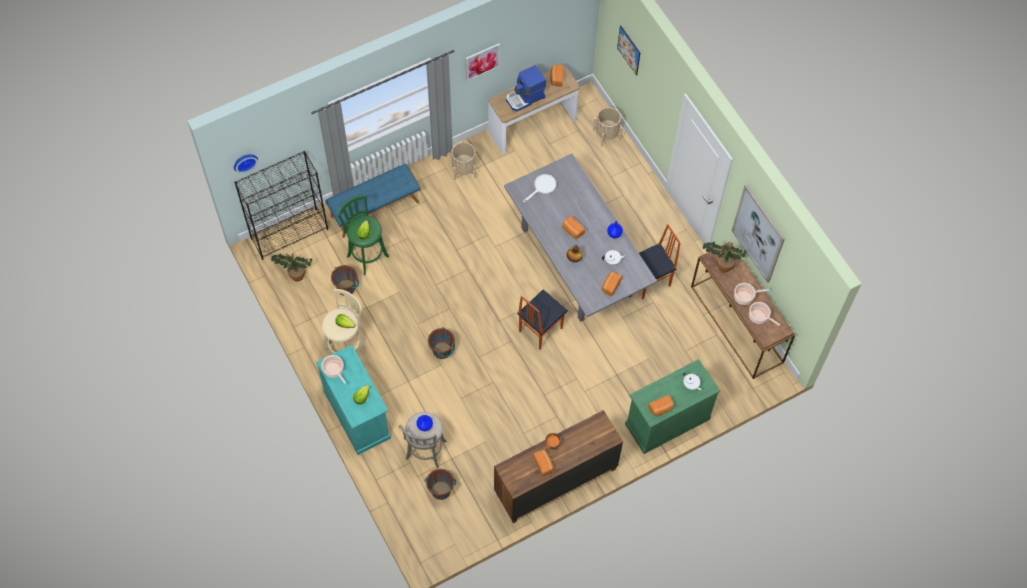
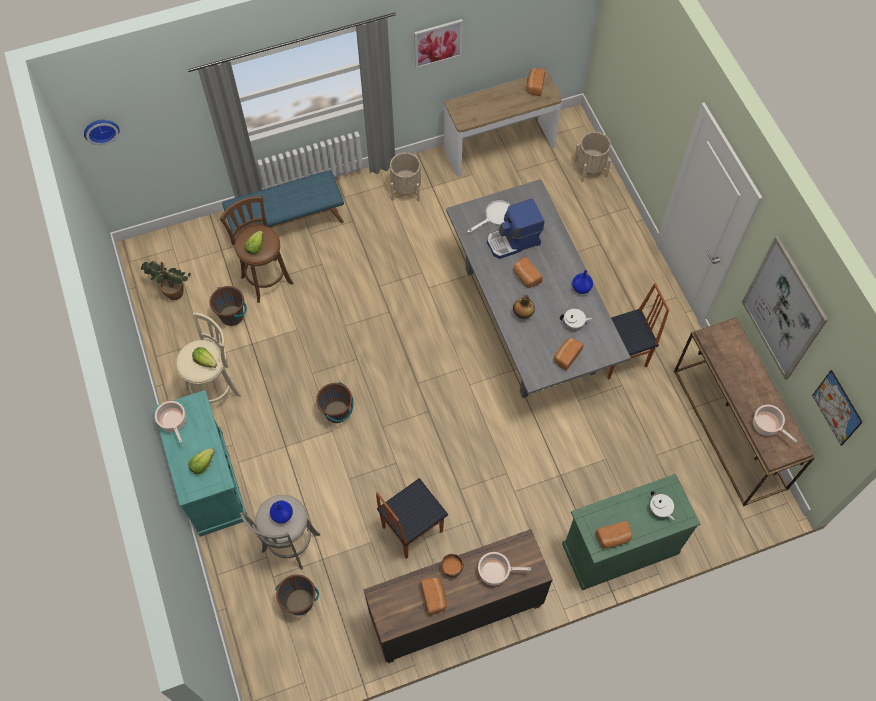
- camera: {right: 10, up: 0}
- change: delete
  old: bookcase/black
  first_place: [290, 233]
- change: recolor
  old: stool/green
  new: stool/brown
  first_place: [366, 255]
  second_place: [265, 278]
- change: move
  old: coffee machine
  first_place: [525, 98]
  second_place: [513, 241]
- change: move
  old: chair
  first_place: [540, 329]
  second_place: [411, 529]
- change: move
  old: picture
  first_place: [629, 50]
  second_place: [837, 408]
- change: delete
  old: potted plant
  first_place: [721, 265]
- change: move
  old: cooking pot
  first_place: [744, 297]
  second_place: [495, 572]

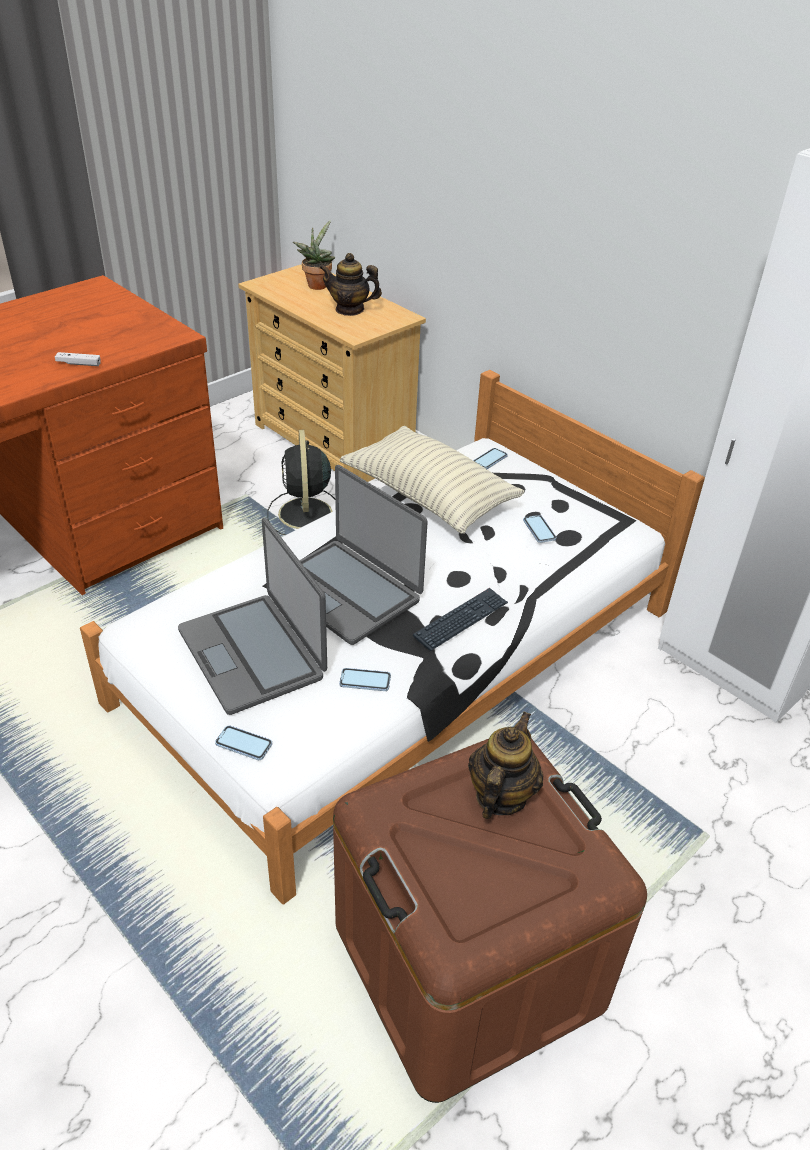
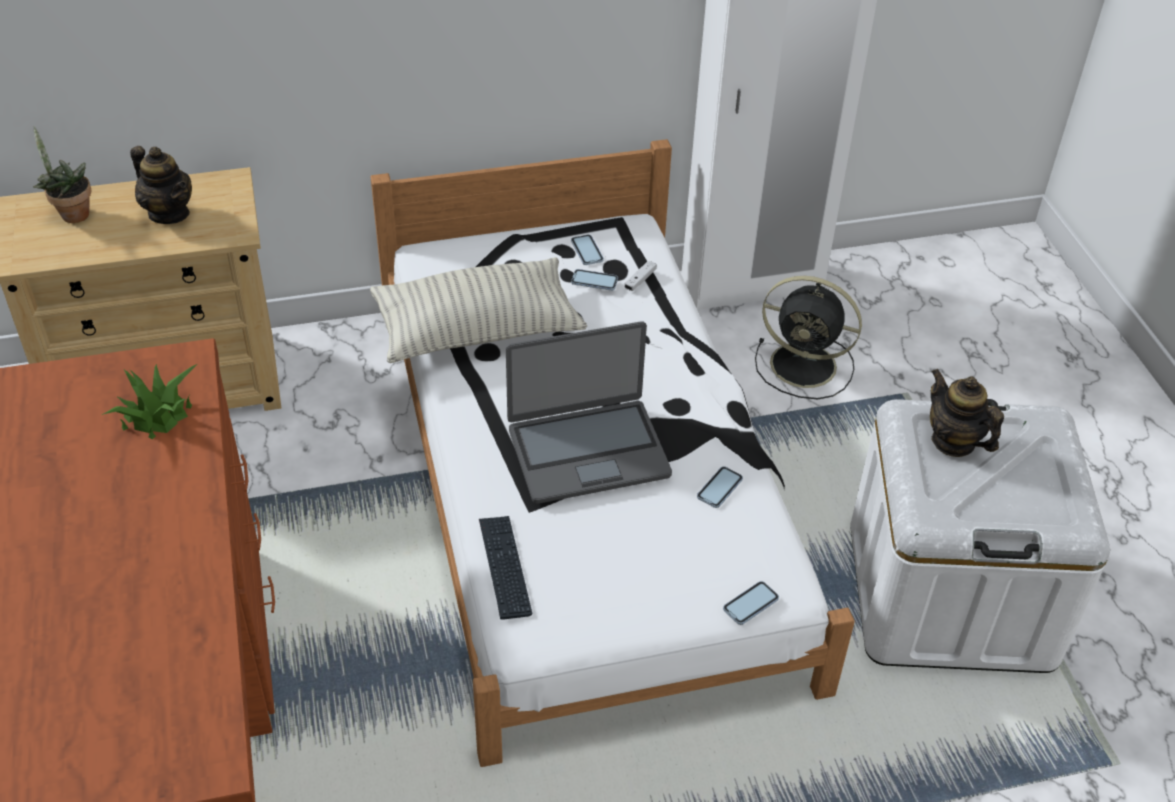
- camera: {right: -60, up: 5}
- change: move
  old: game controller/white
  first_place: [78, 364]
  second_place: [640, 280]
- change: delete
  old: laptop
  first_place: [253, 653]
- change: move
  old: fan/black
  first_place: [305, 515]
  second_place: [806, 366]
- change: rotate
  old: teapot
  first_place: [350, 309]
  second_place: [169, 213]
  degrees: -90
- change: recolor
  old: storage box/brown
  new: storage box/white
  first_place: [468, 963]
  second_place: [950, 594]
- change: move
  old: keyboard
  first_place: [461, 620]
  second_place: [504, 567]
- change: move
  old: phone
  first_place: [490, 460]
  second_place: [587, 251]
- change: insert
  new: potted plant
  second_place: [156, 414]

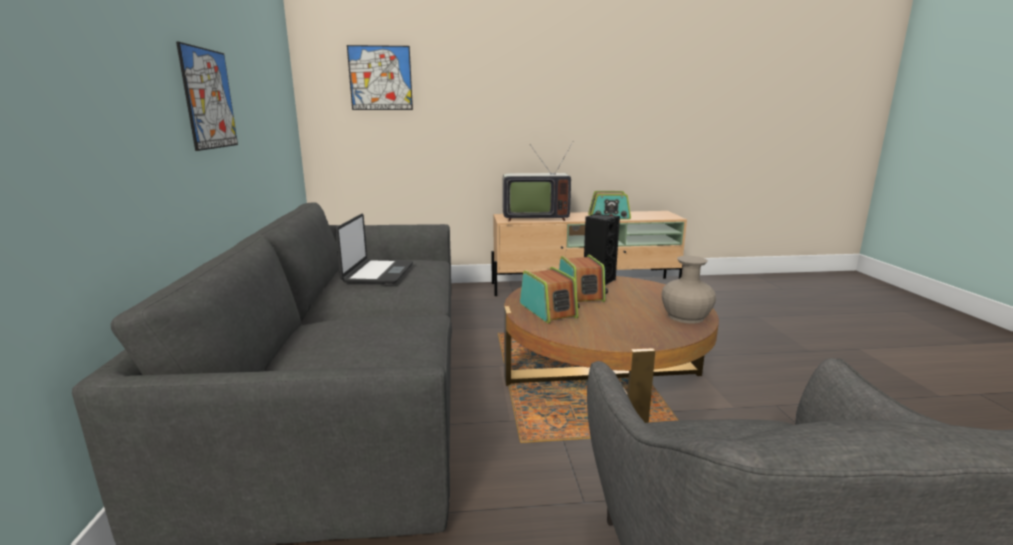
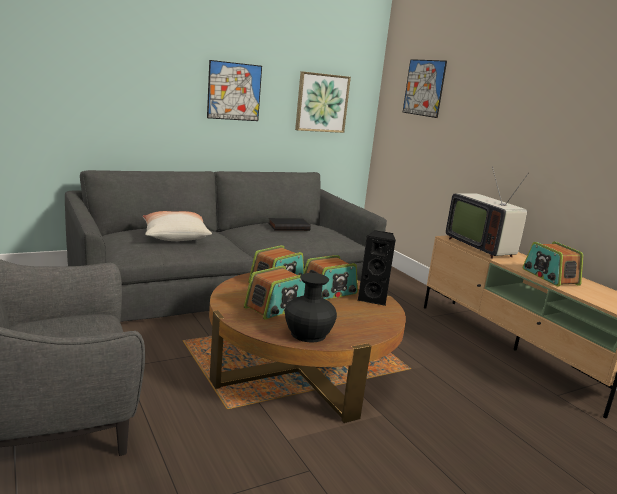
- camera: {right: 65, up: 0}
- change: replace
  old: laptop
  new: book/black
  first_place: [377, 273]
  second_place: [288, 226]
- change: recolor
  old: vase/beige
  new: vase/black
  first_place: [685, 316]
  second_place: [308, 334]
- change: insert
  new: pillow
  second_place: [175, 236]
- change: insert
  new: radio
  second_place: [276, 307]
- change: insert
  new: picture
  second_place: [322, 103]

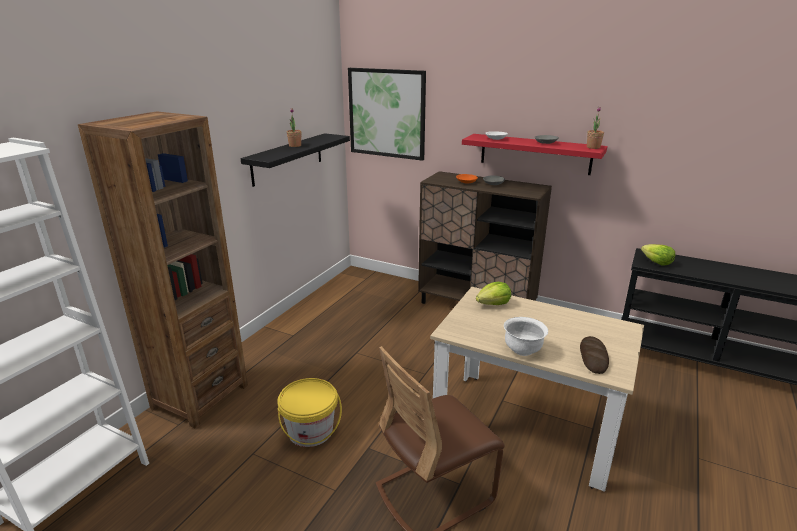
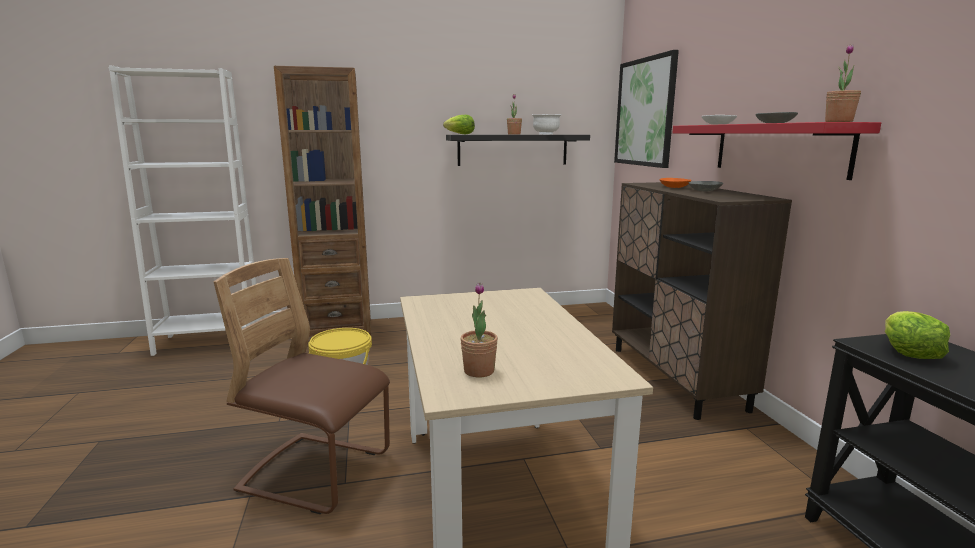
- camera: {right: 50, up: -10}
- change: move
  old: lettuce
  first_place: [493, 304]
  second_place: [460, 134]
- change: move
  old: bowl/white
  first_place: [523, 350]
  second_place: [546, 134]
- change: replace
  old: bread
  new: potted plant
  first_place: [593, 357]
  second_place: [479, 371]

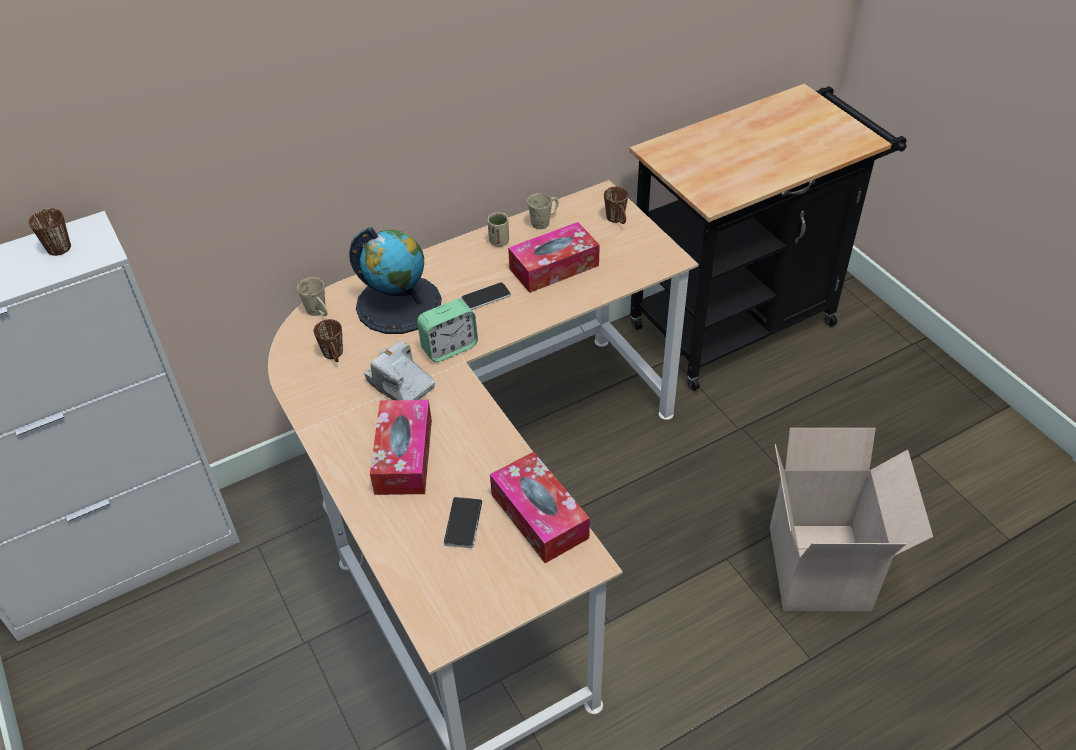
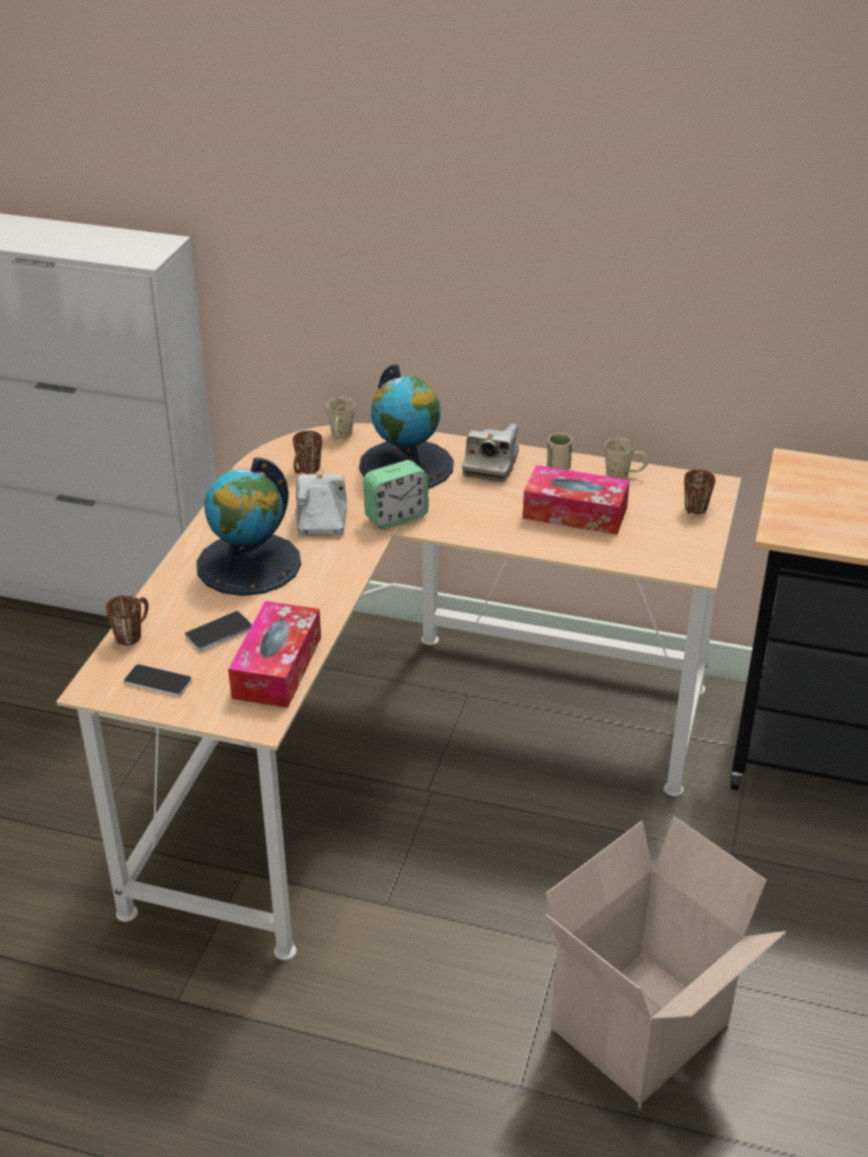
- camera: {right: 45, up: -10}
- change: move
  old: mug/brown
  first_place: [59, 243]
  second_place: [133, 633]
- change: replace
  old: tissue box
  new: globe
  first_place: [403, 456]
  second_place: [249, 564]
- change: rotate
  old: alarm clock
  first_place: [449, 347]
  second_place: [396, 517]
  degrees: -45
- change: move
  old: phone
  first_place: [486, 297]
  second_place: [158, 681]
- change: insert
  new: photo camera
  second_place: [491, 465]

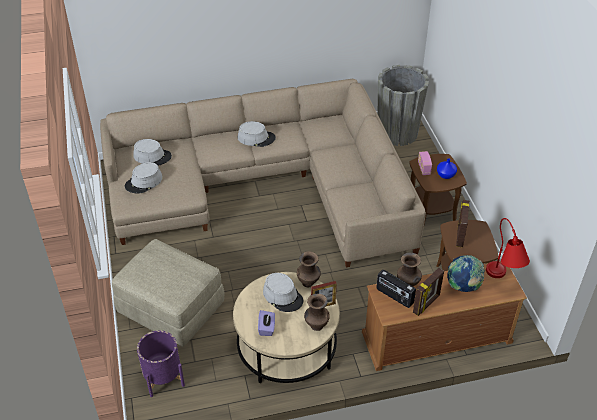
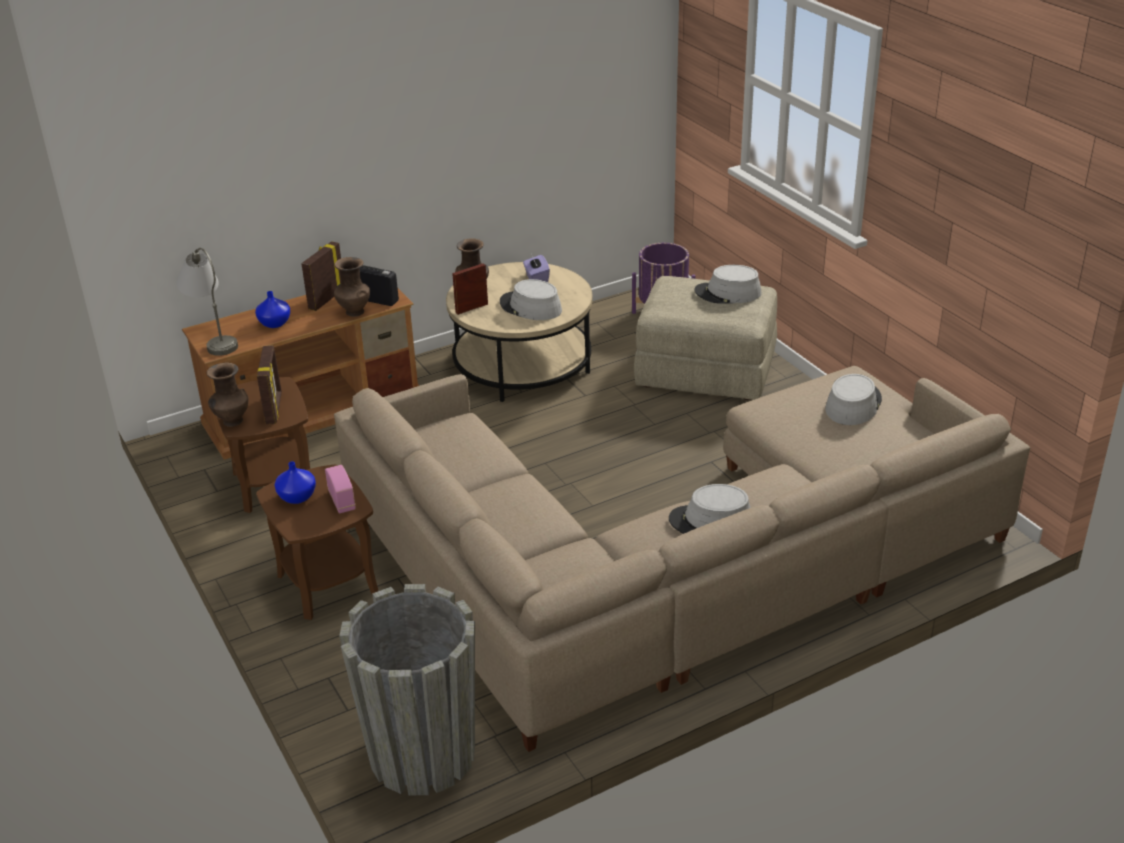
- camera: {right: 165, up: -10}
- change: move
  old: hat/grey
  first_place: [152, 156]
  second_place: [728, 293]
- change: move
  old: vase/brown
  first_place: [308, 282]
  second_place: [232, 421]
- change: replace
  old: globe
  new: vase/blue
  first_place: [463, 286]
  second_place: [274, 323]
- change: recolor
  old: table lamp/red
  new: table lamp/grey
  first_place: [502, 280]
  second_place: [214, 339]

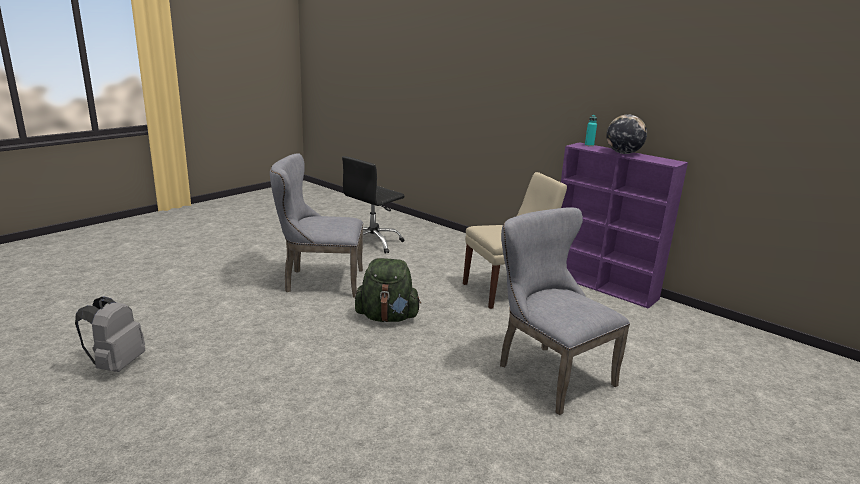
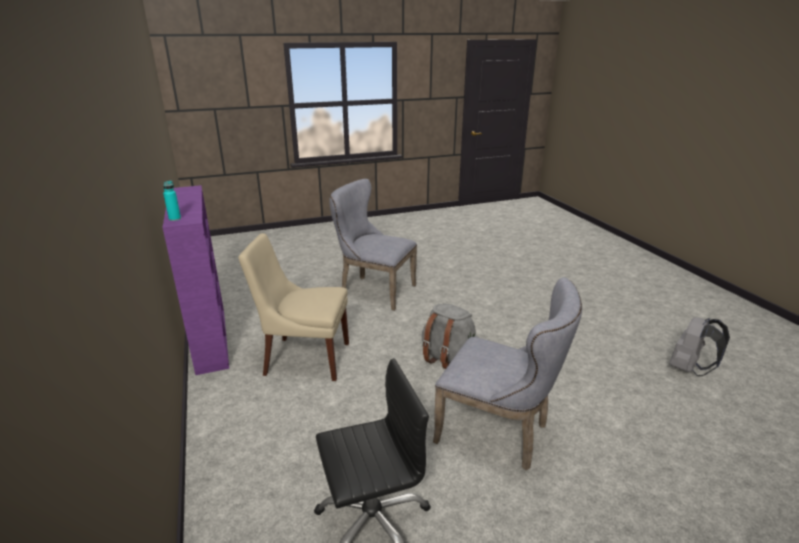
- camera: {right: -150, up: 5}
- change: recolor
  old: backpack/green
  new: backpack/grey
  first_place: [387, 317]
  second_place: [448, 358]
- change: rotate
  old: chair/grey
  first_place: [548, 373]
  second_place: [373, 290]
  degrees: 120
- change: delete
  old: globe
  first_place: [623, 153]

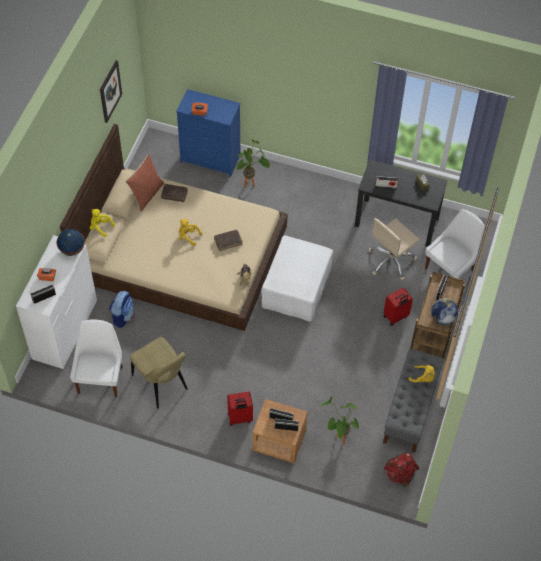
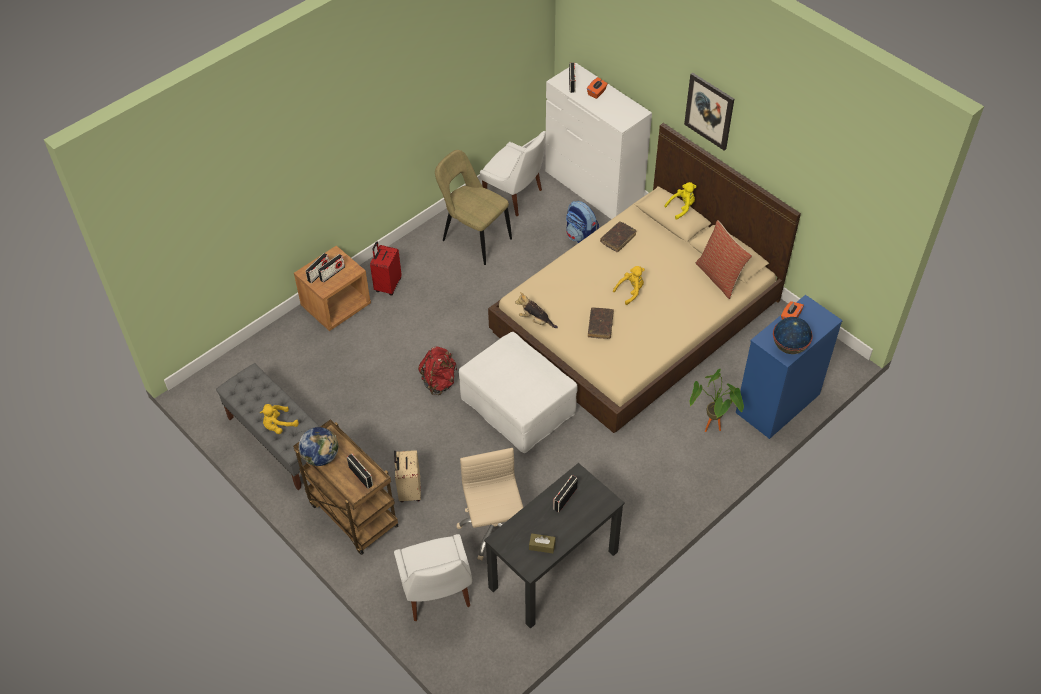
- camera: {right: 120, up: -5}
- change: move
  old: globe
  first_place: [72, 250]
  second_place: [789, 347]
- change: move
  old: picture
  first_place: [110, 91]
  second_place: [709, 111]
- change: rotate
  old: chair/beige
  first_place: [161, 384]
  second_place: [474, 238]
  degrees: 45
- change: move
  old: book/brown
  first_place: [174, 195]
  second_place: [618, 239]
- change: delete
  old: potted plant
  first_place: [339, 439]
- change: recolor
  old: suitcase/red
  new: suitcase/beige
  first_place: [396, 317]
  second_place: [409, 490]
- change: move
  old: backpack/red
  first_place: [400, 474]
  second_place: [439, 381]

